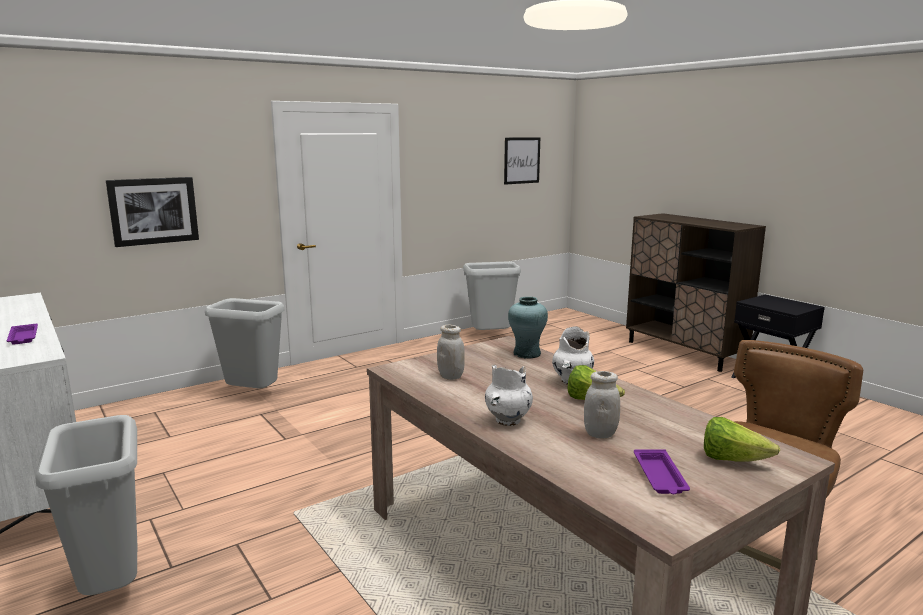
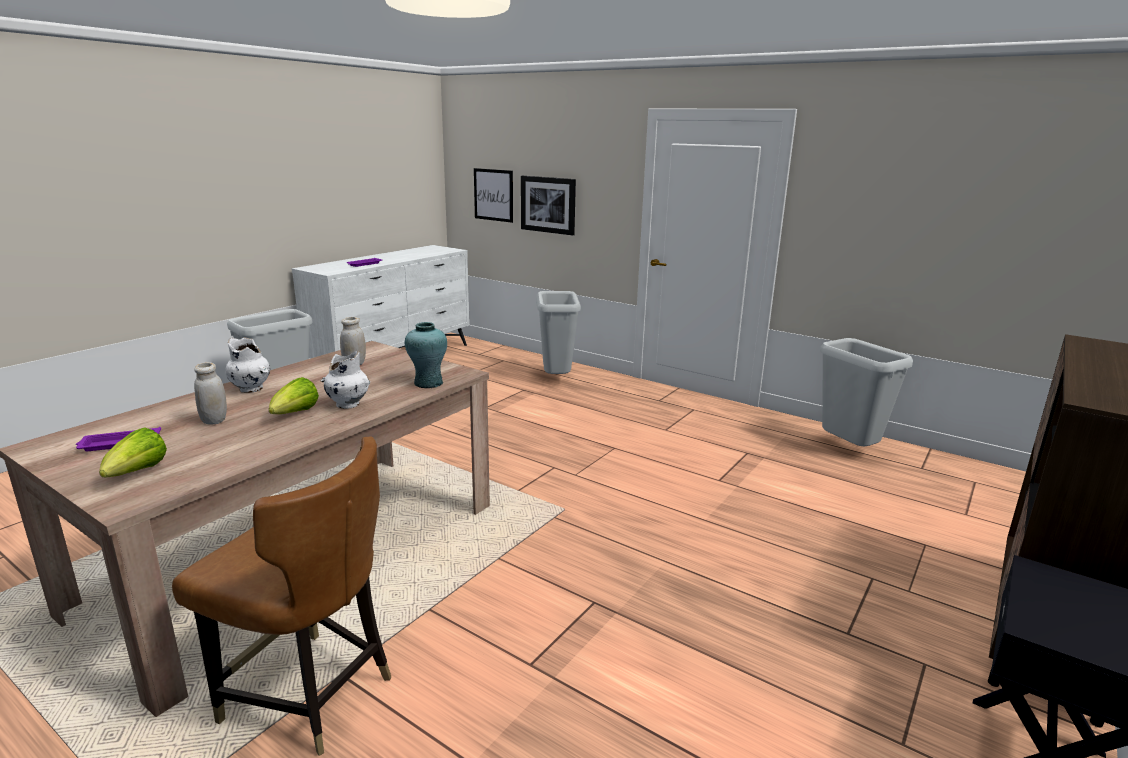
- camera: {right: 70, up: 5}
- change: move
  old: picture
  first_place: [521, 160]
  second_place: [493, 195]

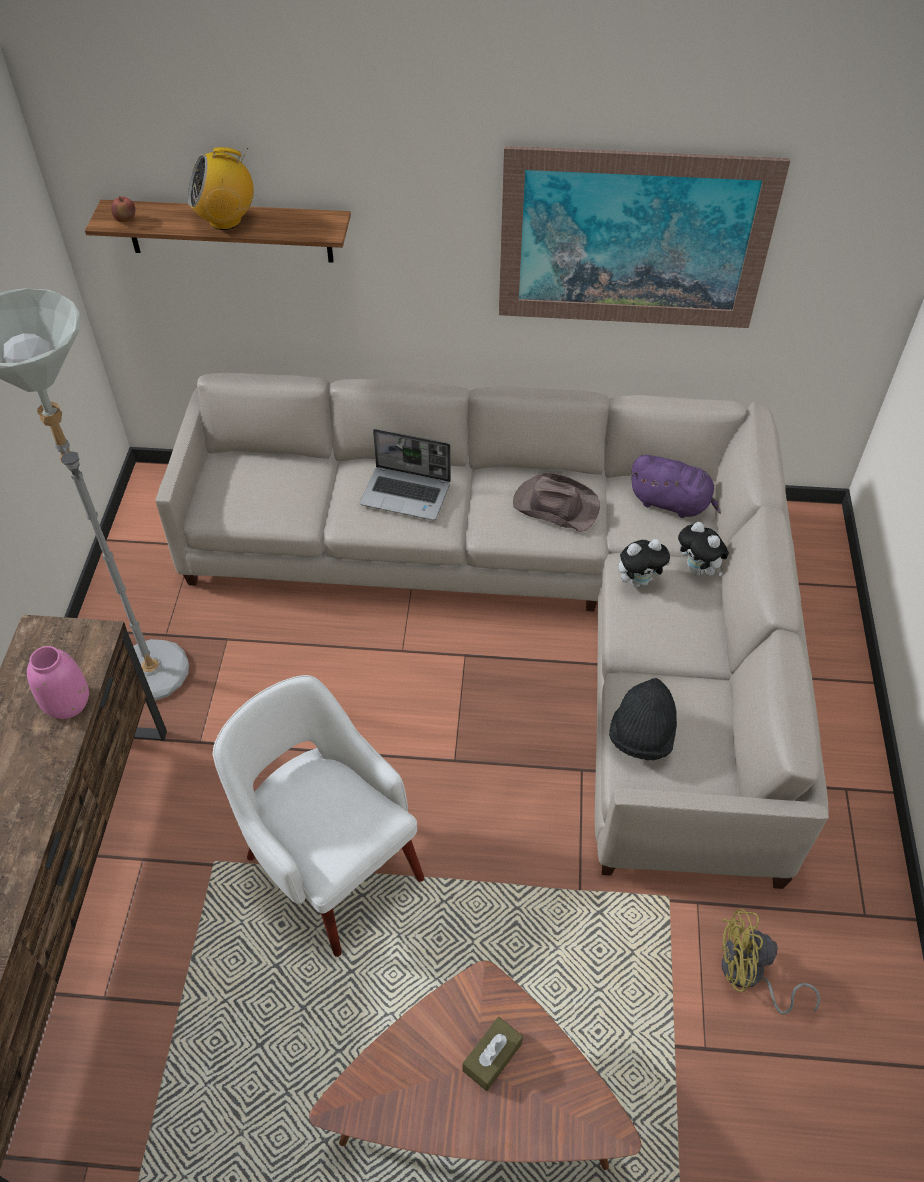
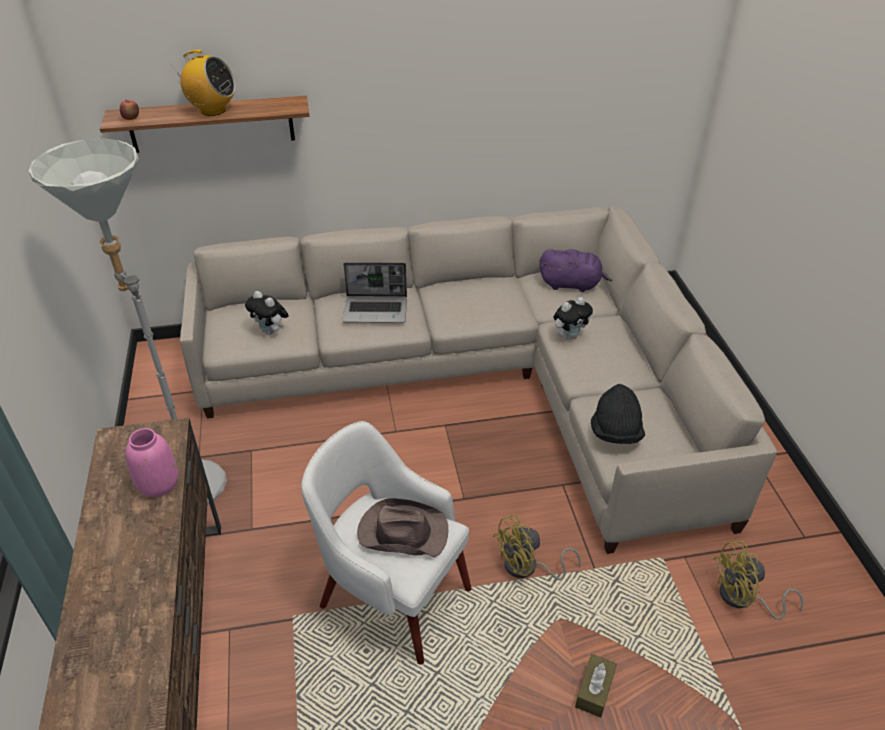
- camera: {right: -15, up: -10}
- change: rotate
  old: radio
  first_place: [226, 220]
  second_place: [212, 110]
  degrees: -135
- change: delete
  old: picture
  first_place: [633, 240]
- change: move
  old: hat/brown
  first_place: [555, 505]
  second_place: [402, 532]
- change: move
  old: plush toy
  first_place: [699, 570]
  second_place: [271, 331]
- change: insert
  new: fan/yellow
  second_place: [527, 568]

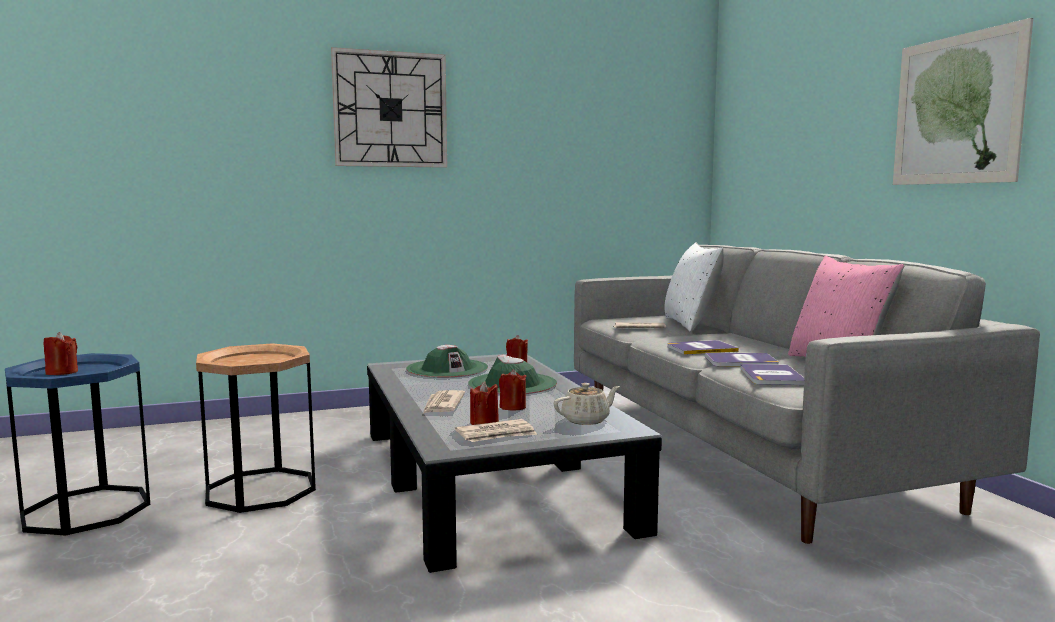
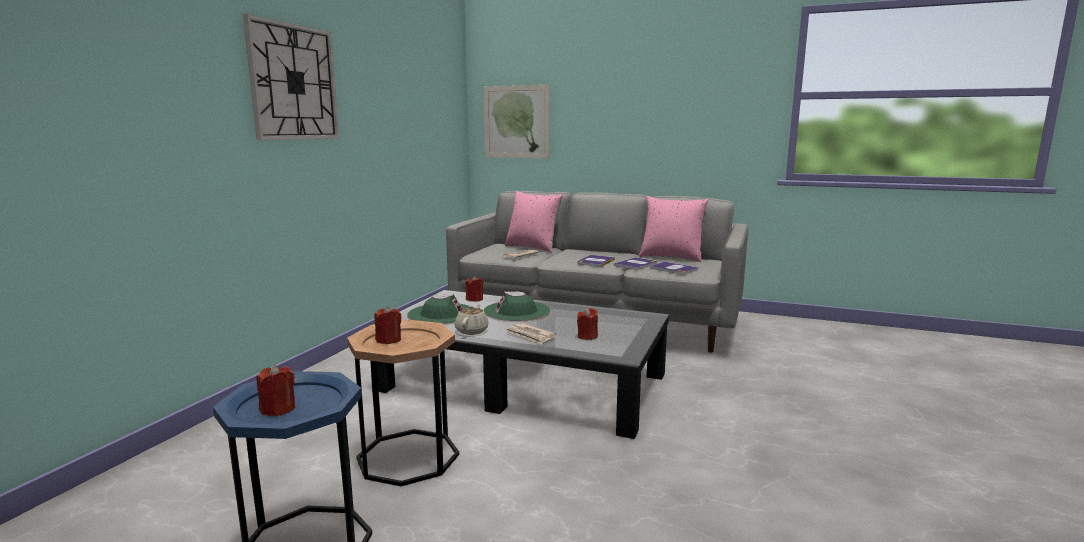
- camera: {right: -50, up: 5}
- change: delete
  old: newspaper
  first_place: [497, 435]
- change: move
  old: candle/red
  first_place: [512, 407]
  second_place: [388, 340]
- change: move
  old: teapot/beige
  first_place: [586, 420]
  second_place: [472, 331]
- change: recolor
  old: pillow/white
  new: pillow/pink
  first_place: [691, 324]
  second_place: [533, 247]
- change: move
  old: picture
  first_place: [956, 110]
  second_place: [516, 122]

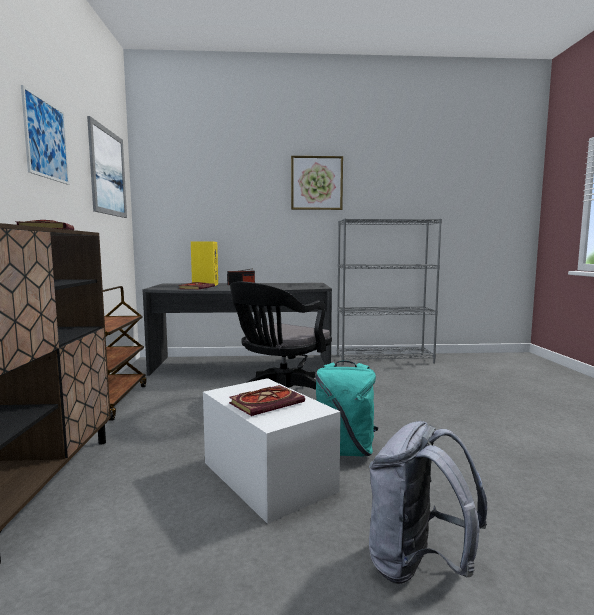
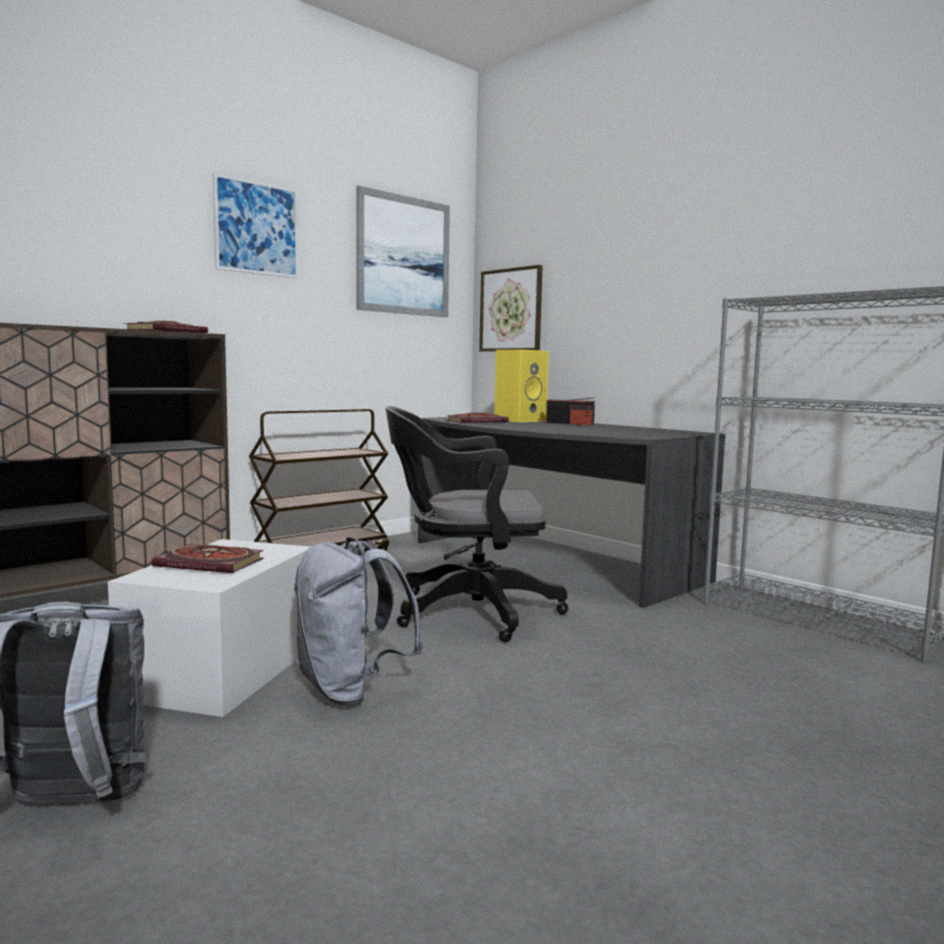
- camera: {right: 50, up: 0}
- change: move
  old: picture
  first_place: [316, 183]
  second_place: [511, 310]
- change: recolor
  old: backpack/turquoise
  new: backpack/grey
  first_place: [344, 451]
  second_place: [350, 690]

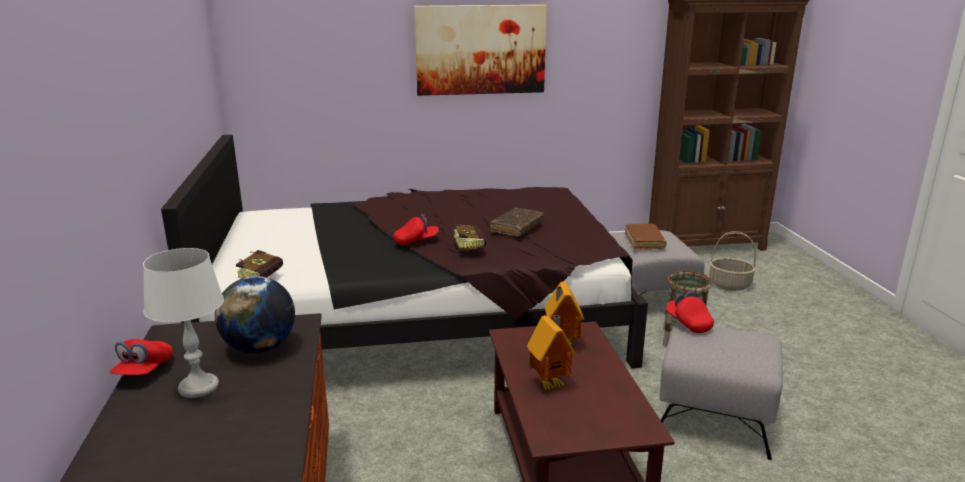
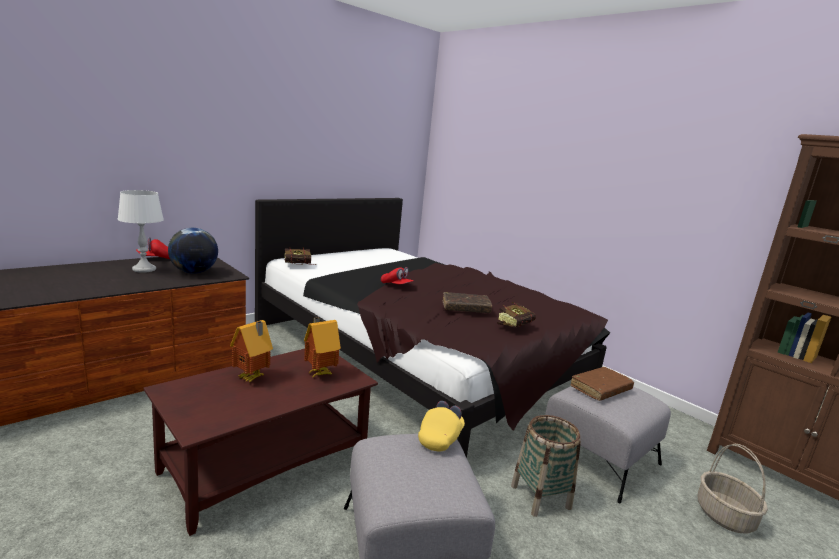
- camera: {right: 55, up: -5}
- change: delete
  old: picture
  first_place: [480, 50]
- change: move
  old: book
  first_place: [468, 247]
  second_place: [517, 326]
- change: recolor
  old: cap/red
  new: cap/yellow
  first_place: [688, 323]
  second_place: [440, 437]

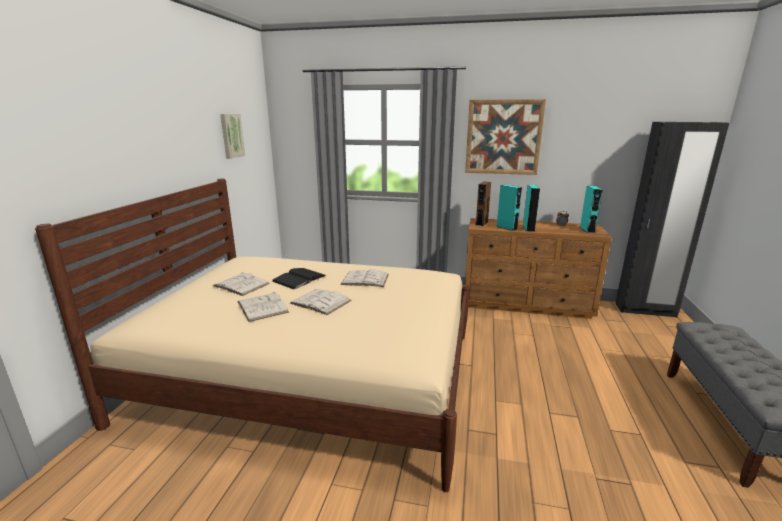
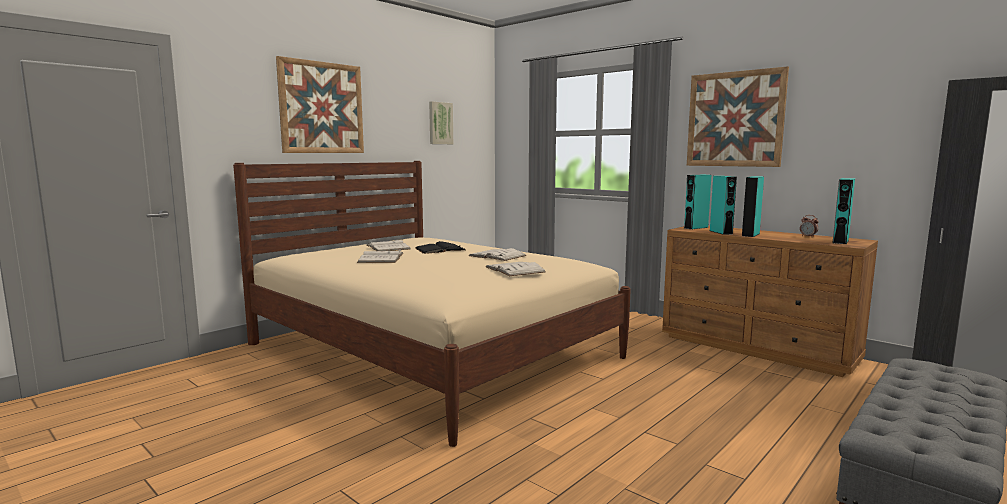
- camera: {right: 30, up: -10}
- change: move
  old: book/white
  first_place: [320, 302]
  second_place: [515, 269]
- change: recolor
  old: speaker/brown
  new: speaker/turquoise
  first_place: [481, 223]
  second_place: [696, 228]
- change: insert
  new: picture
  second_place: [322, 108]

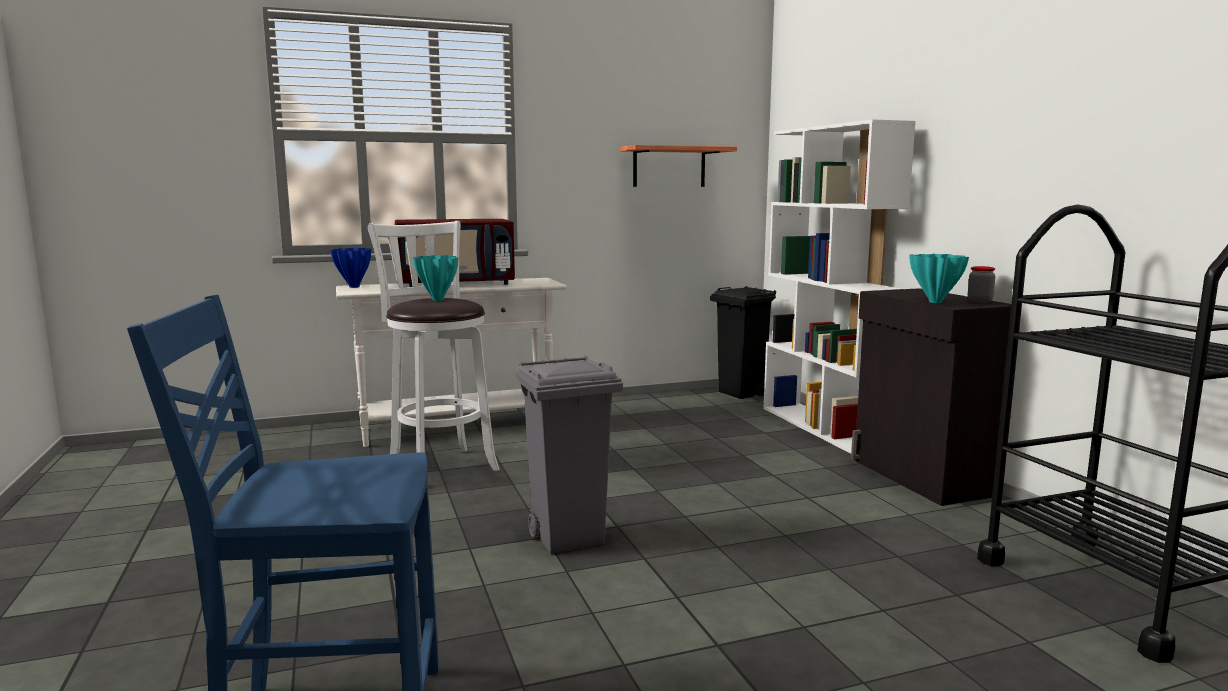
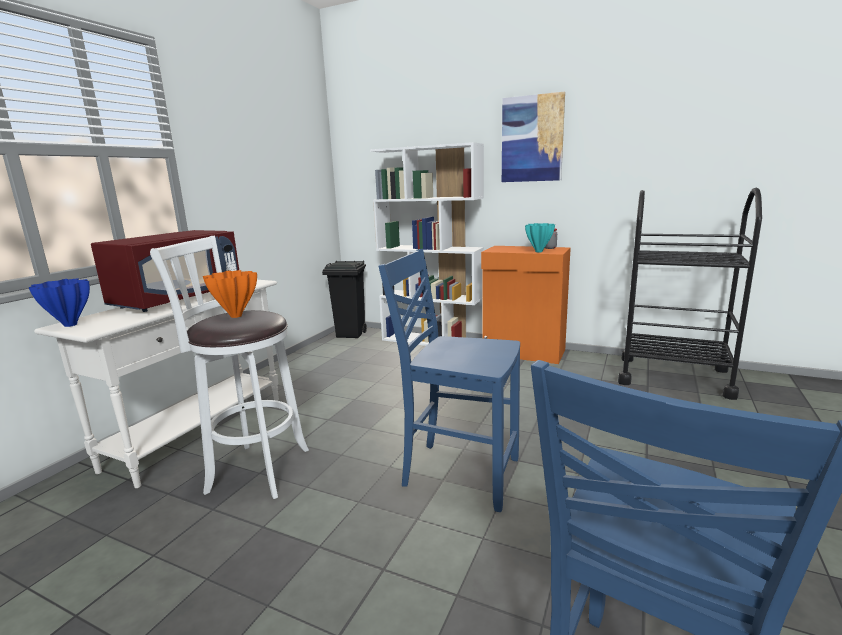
- camera: {right: -45, up: 5}
- change: recolor
  old: vase/turquoise
  new: vase/orange
  first_place: [437, 300]
  second_place: [235, 316]
- change: replace
  old: trash can/grey
  new: chair/blue
  first_place: [569, 539]
  second_place: [459, 472]
- change: delete
  old: shelf
  first_place: [669, 167]
- change: recolor
  old: cabinet/black
  new: cabinet/orange
  first_place: [921, 477]
  second_place: [524, 352]
- change: insert
  new: picture
  second_place: [532, 139]

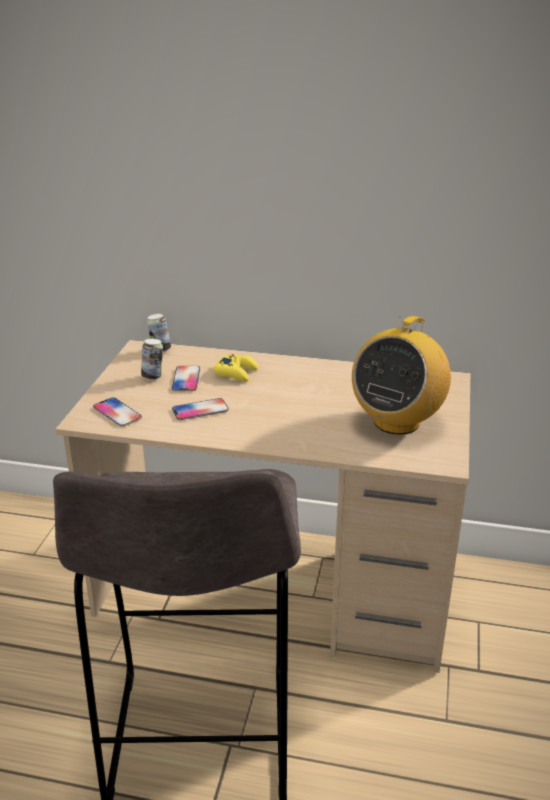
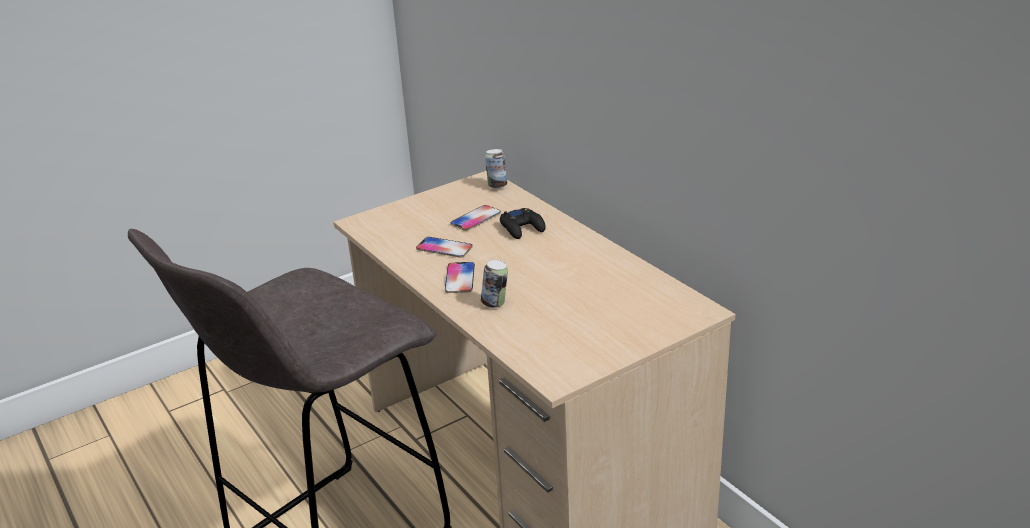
- camera: {right: 45, up: 0}
- change: move
  old: phone
  first_place: [117, 413]
  second_place: [460, 278]
- change: move
  old: can
  first_place: [153, 377]
  second_place: [495, 304]
- change: recolor
  old: game controller/yellow
  new: game controller/black
  first_place: [236, 372]
  second_place: [522, 228]
- change: delete
  old: radio
  first_place: [396, 421]

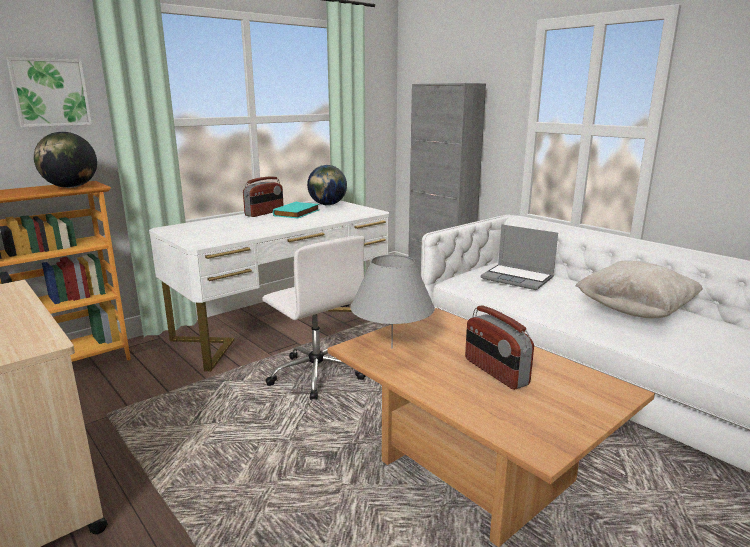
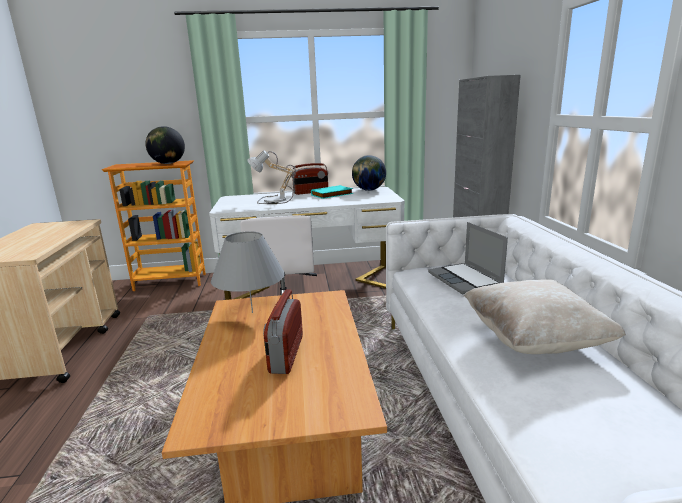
- camera: {right: 35, up: 0}
- change: delete
  old: picture
  first_place: [50, 92]
- change: insert
  new: table lamp
  second_place: [273, 200]

